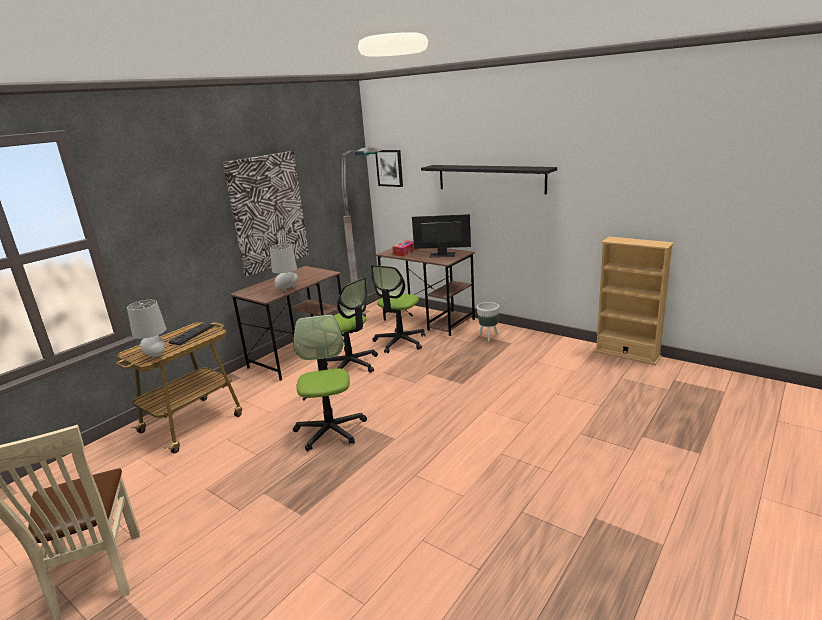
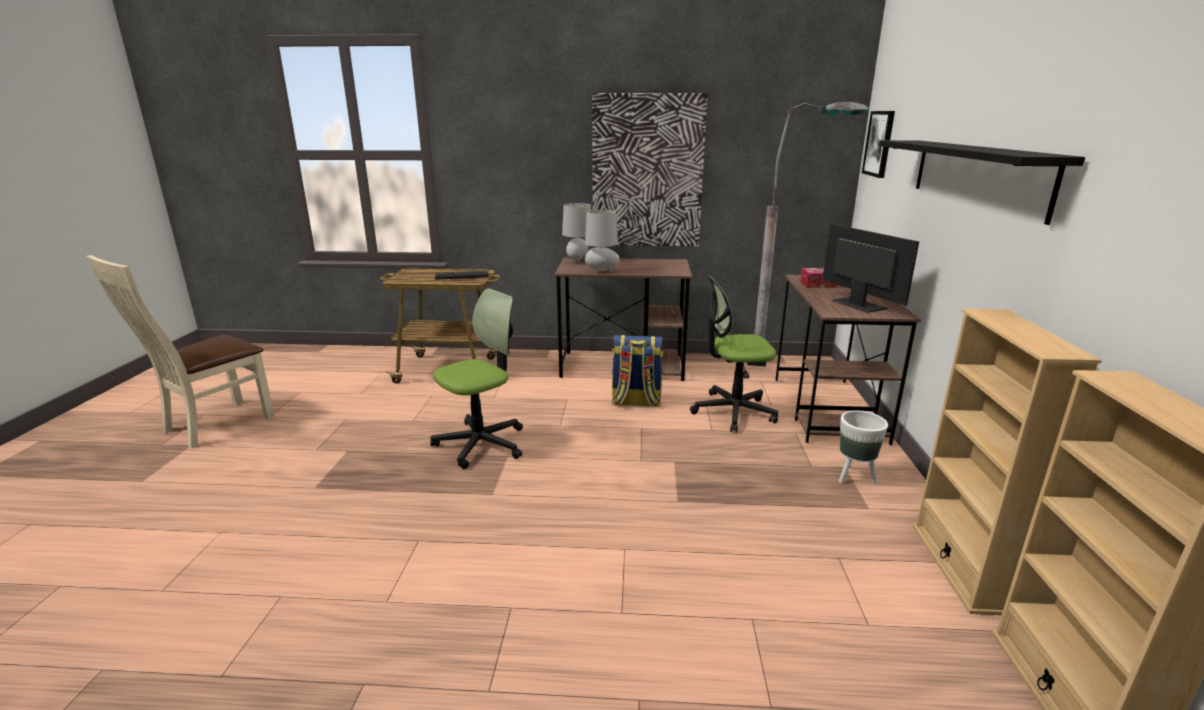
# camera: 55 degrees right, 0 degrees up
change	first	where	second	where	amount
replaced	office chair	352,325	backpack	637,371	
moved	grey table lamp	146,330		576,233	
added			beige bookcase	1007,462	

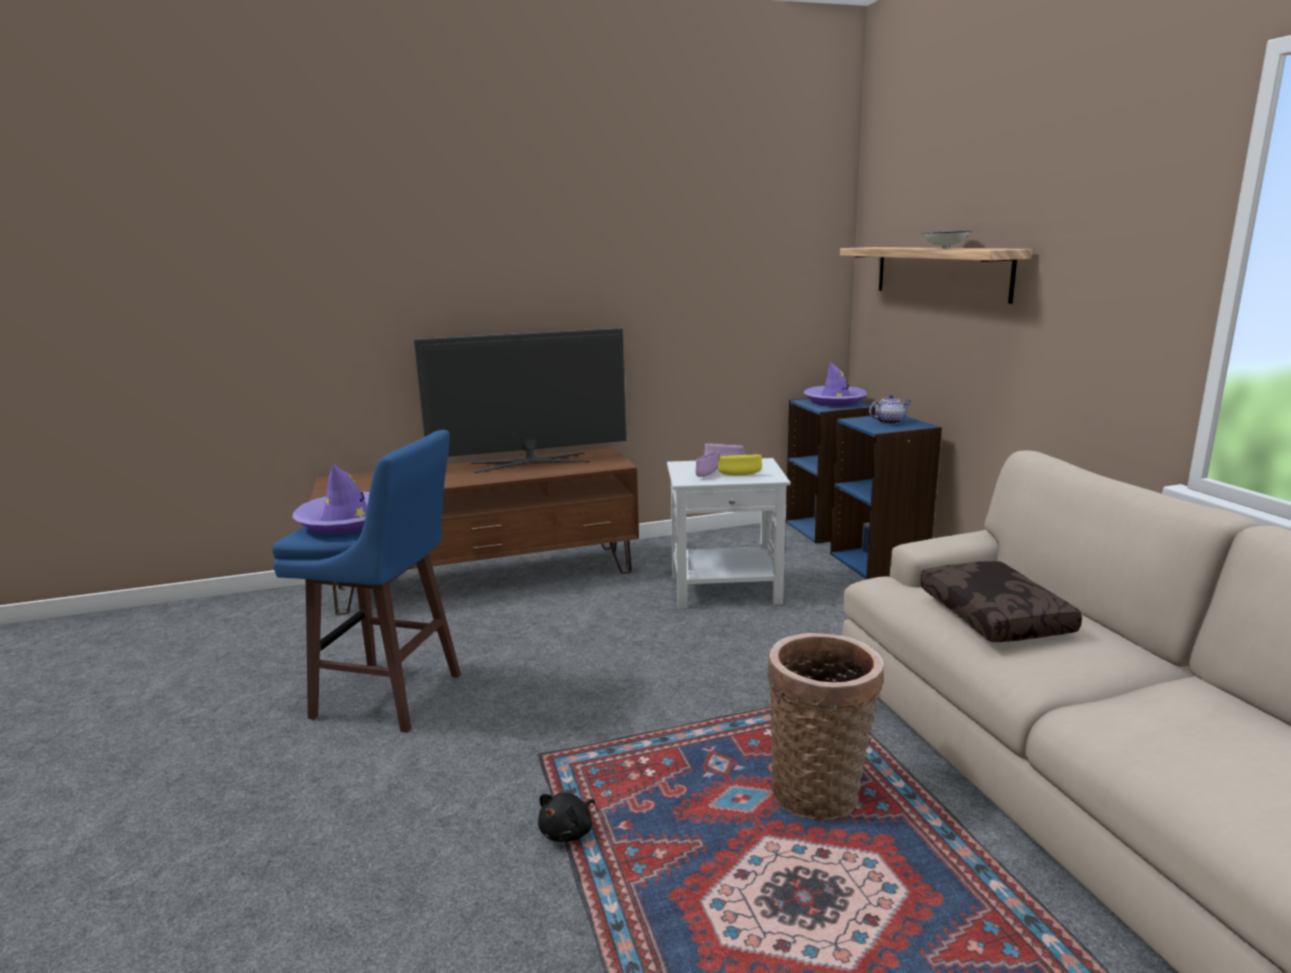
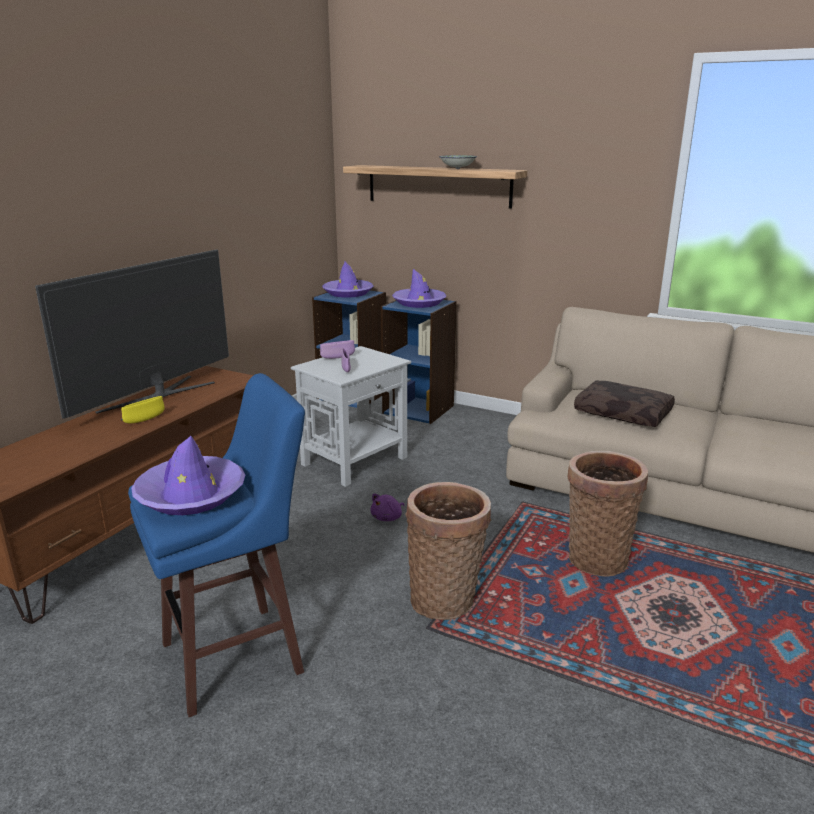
# camera: 45 degrees left, 5 degrees up
change	first	where	second	where	amount
replaced	teapot	890,409	purple hat	419,288	
moved	yellow bowl	740,465		143,410	
removed	black plush toy	566,817			
added			basket	448,551	
added			purple plush toy	387,507	

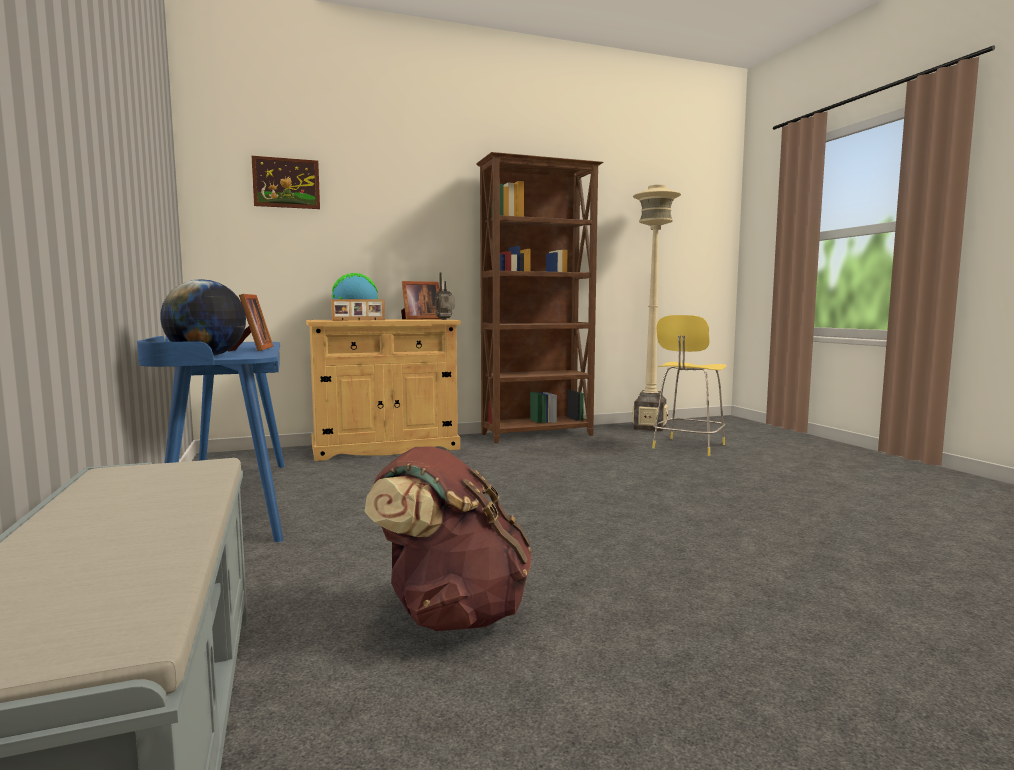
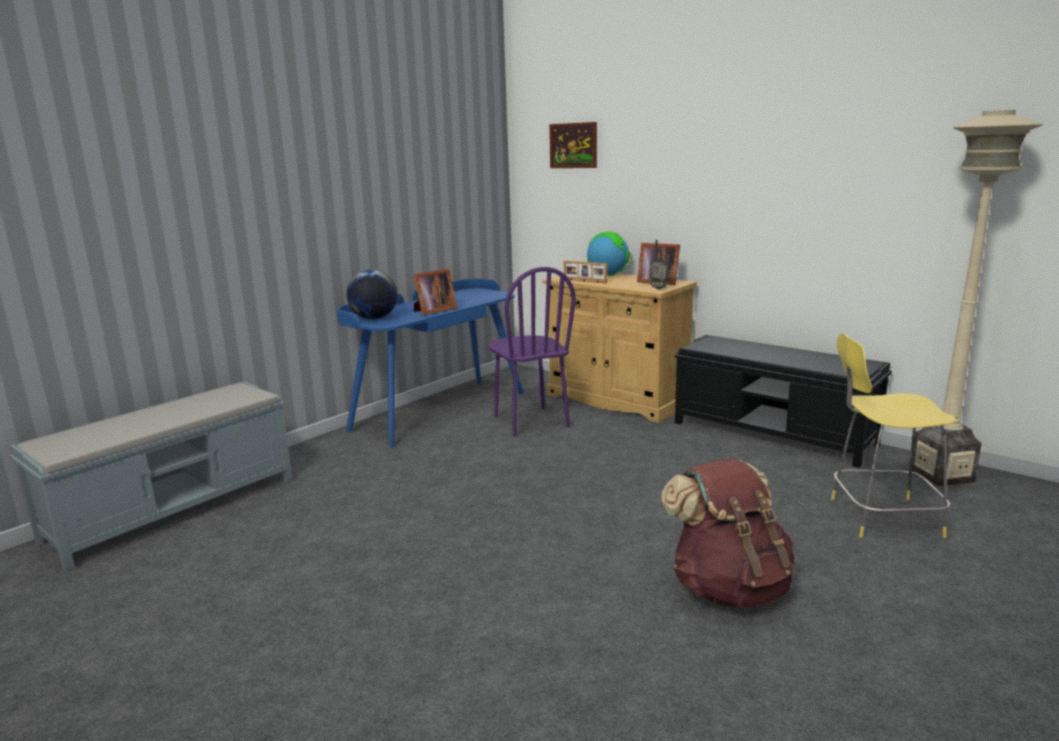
# camera: 60 degrees right, 10 degrees up
change	first	where	second	where	amount
replaced	brown bookcase	539,297	black bench	783,401	
moved	brown backpack	448,538		727,533	
added			purple chair	532,352	

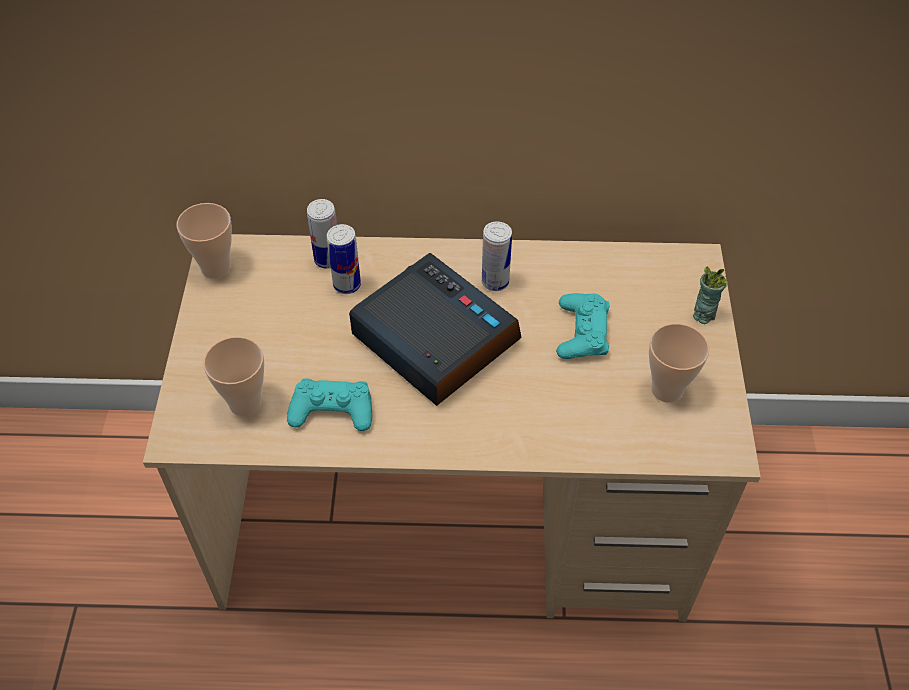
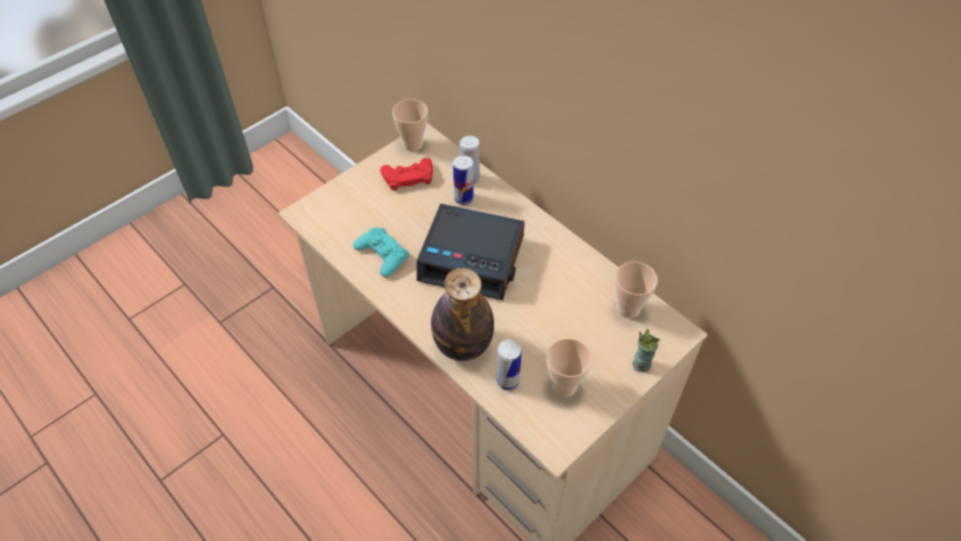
# camera: 45 degrees right, 0 degrees up
change	first	where	second	where	amount
moved	can	497,256		509,364	
turned	alarm clock	435,329		471,252	105 degrees clockwise
removed	turquoise game controller	583,326			
moved	cup	233,376		636,289	
added			red game controller	406,174	
added			bottle	462,314	

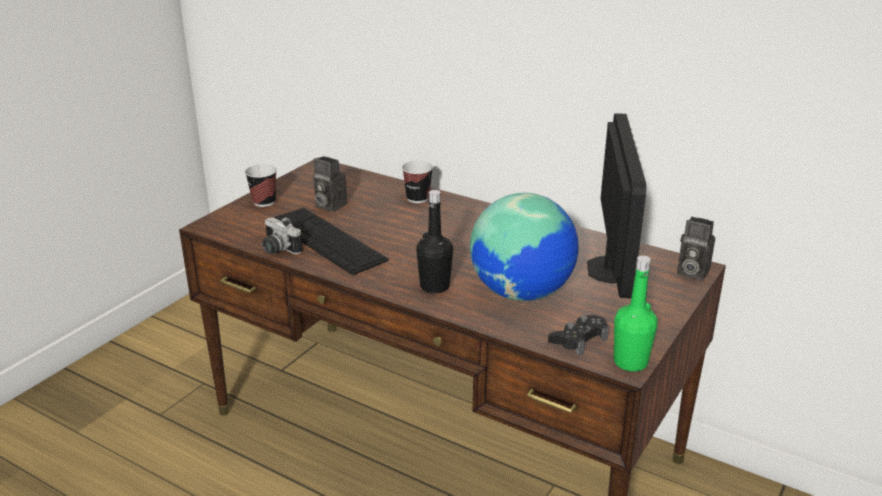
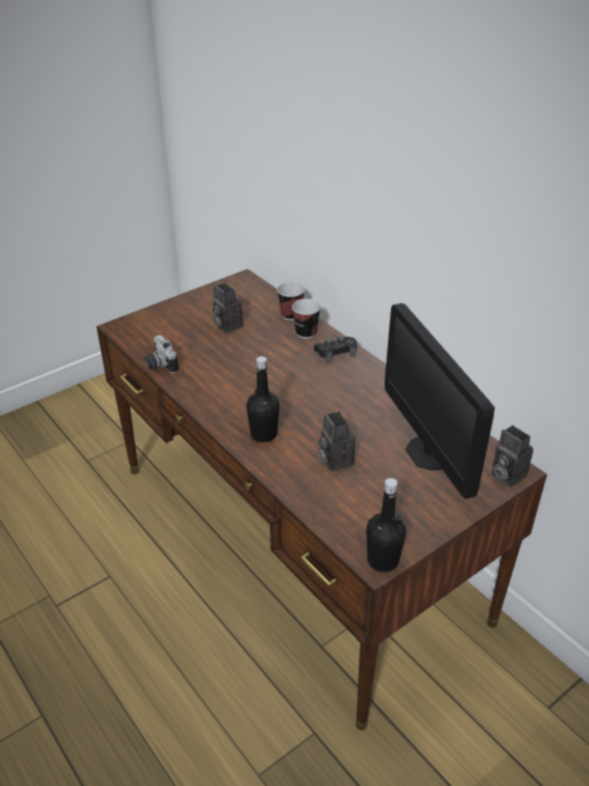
# camera: 20 degrees right, 10 degrees up
change	first	where	second	where	amount
turned	monitor	616,205		440,401	135 degrees clockwise
moved	cup	261,185		291,301	
replaced	globe	524,247	photo camera	336,441	
removed	keyboard	331,241			
recoloured	green bottle	636,313	black bottle	386,525	
moved	black game controller	578,335		335,349	

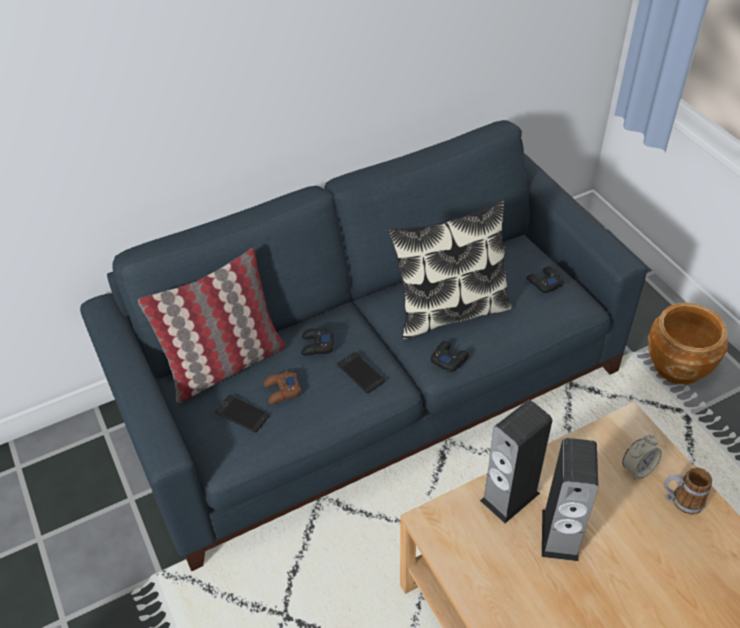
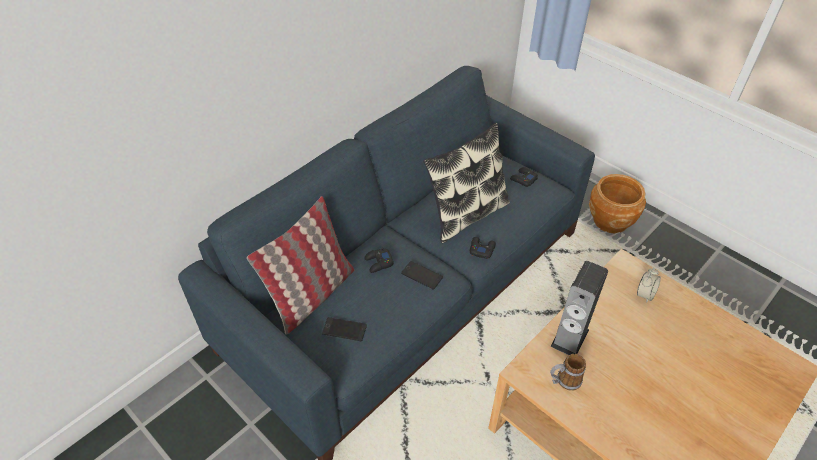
# camera: 20 degrees left, 0 degrees up
change	first	where	second	where	amount
removed	brown game controller	282,387			
removed	speaker	570,499			
moved	mug	688,490		568,372	

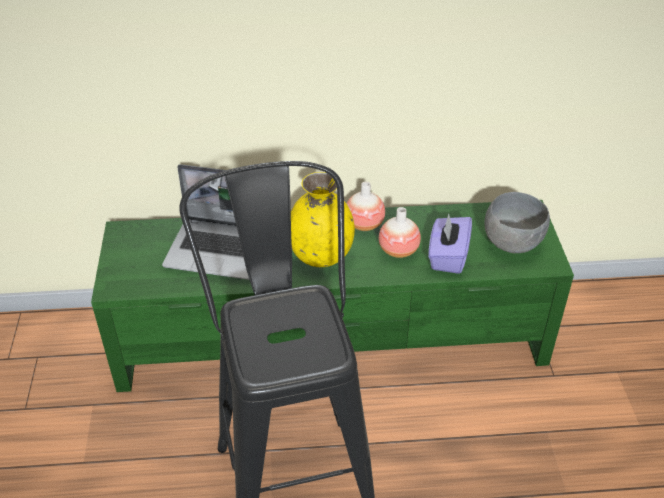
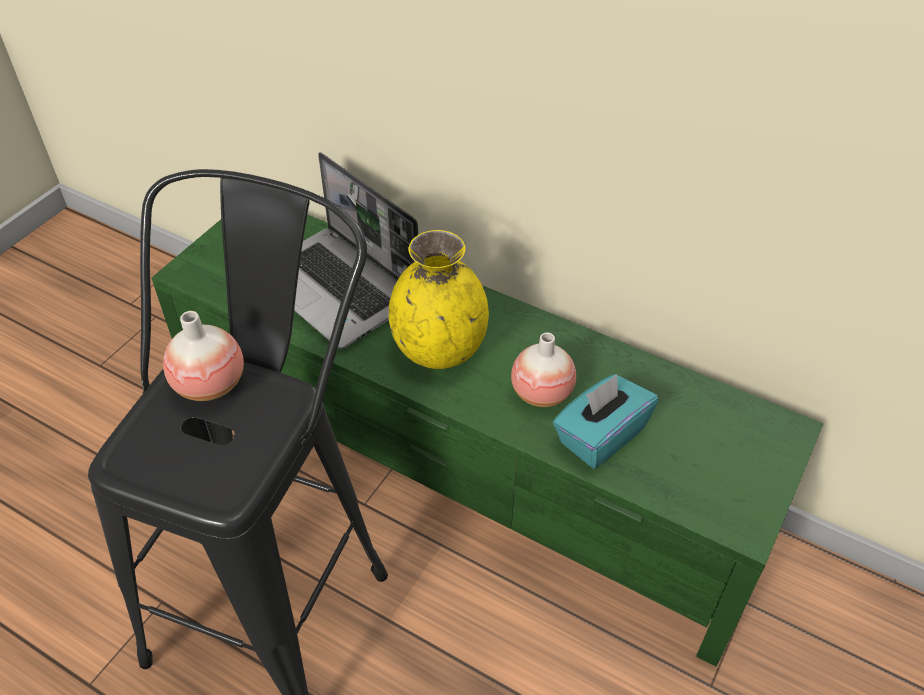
# camera: 35 degrees right, 5 degrees up
change	first	where	second	where	amount
moved	vase	366,206		203,356	
removed	grey bowl	517,222			
recoloured	purple tissue box	450,244	turquoise tissue box	606,421	

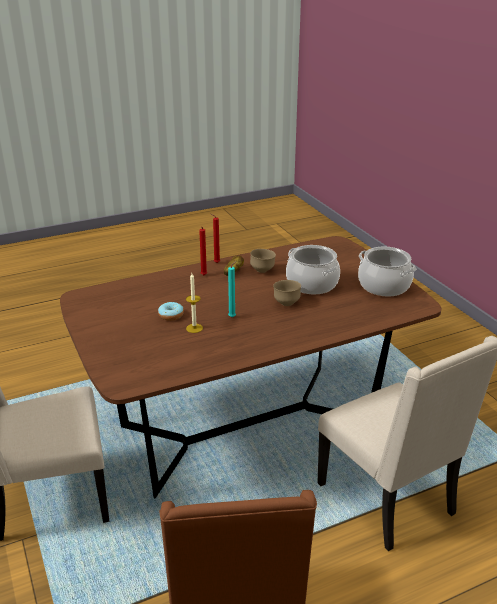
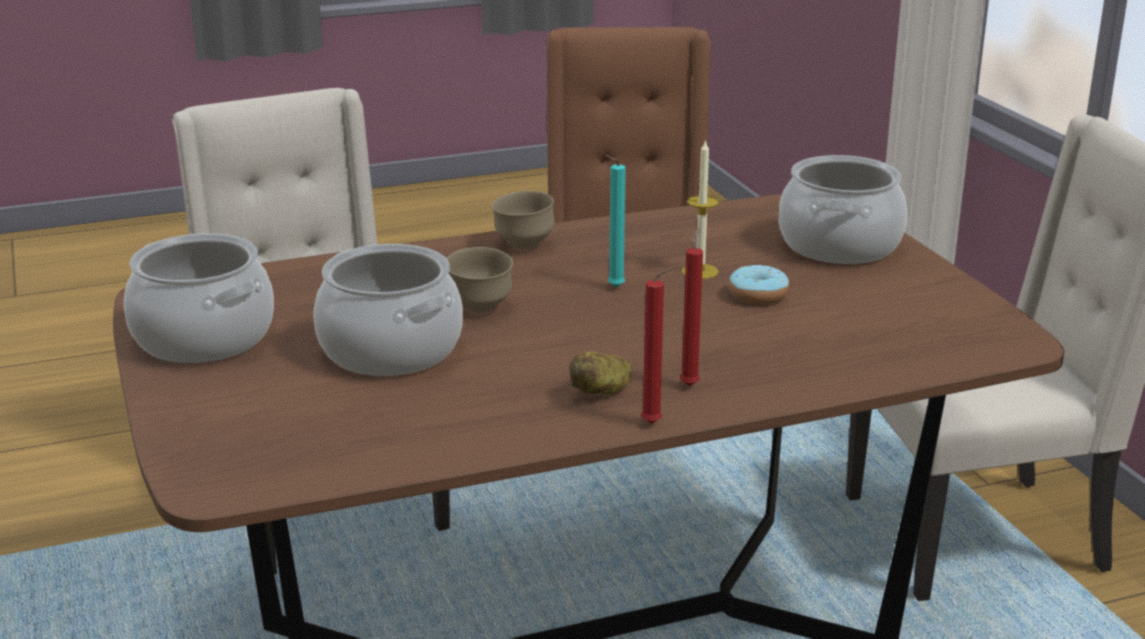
# camera: 175 degrees left, 5 degrees down
change	first	where	second	where	amount
moved	brown bowl	263,261		523,220	
added			cooking pot	843,209	

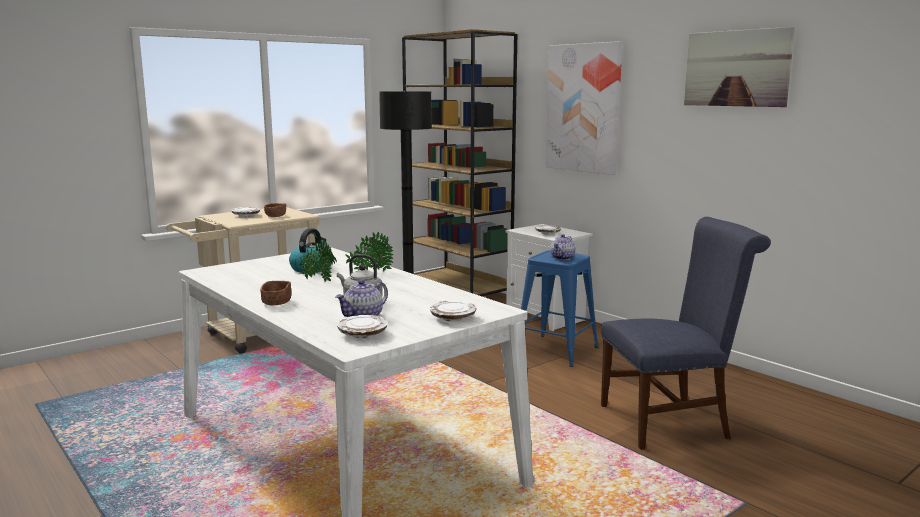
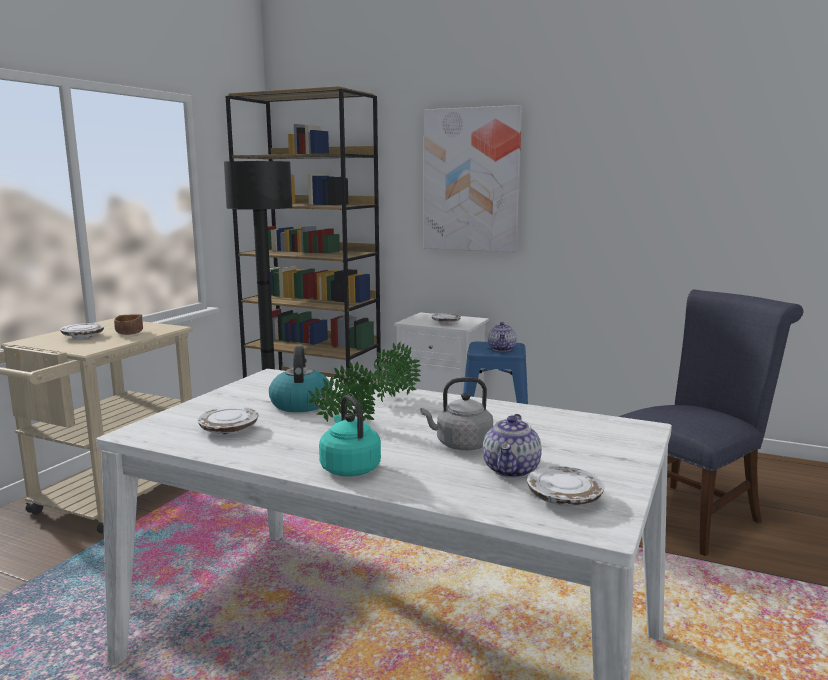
# camera: 25 degrees left, 0 degrees up
change	first	where	second	where	amount
removed	picture	739,67			
replaced	brown bowl	276,293	turquoise kettle	350,435	
moved	white plate	453,311		228,420	

